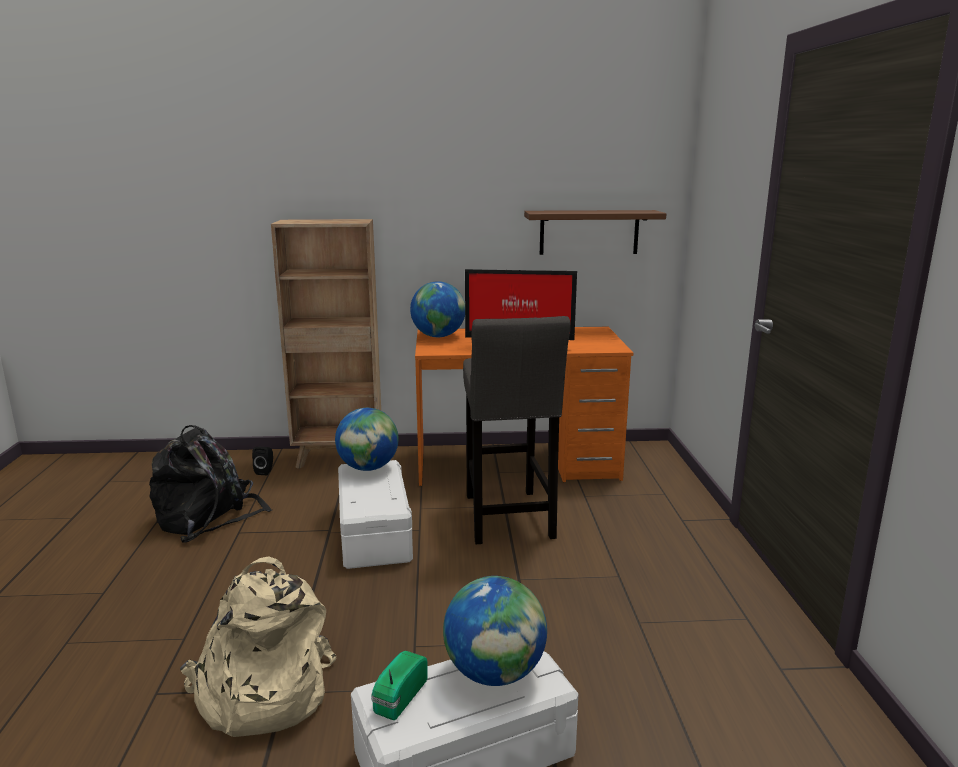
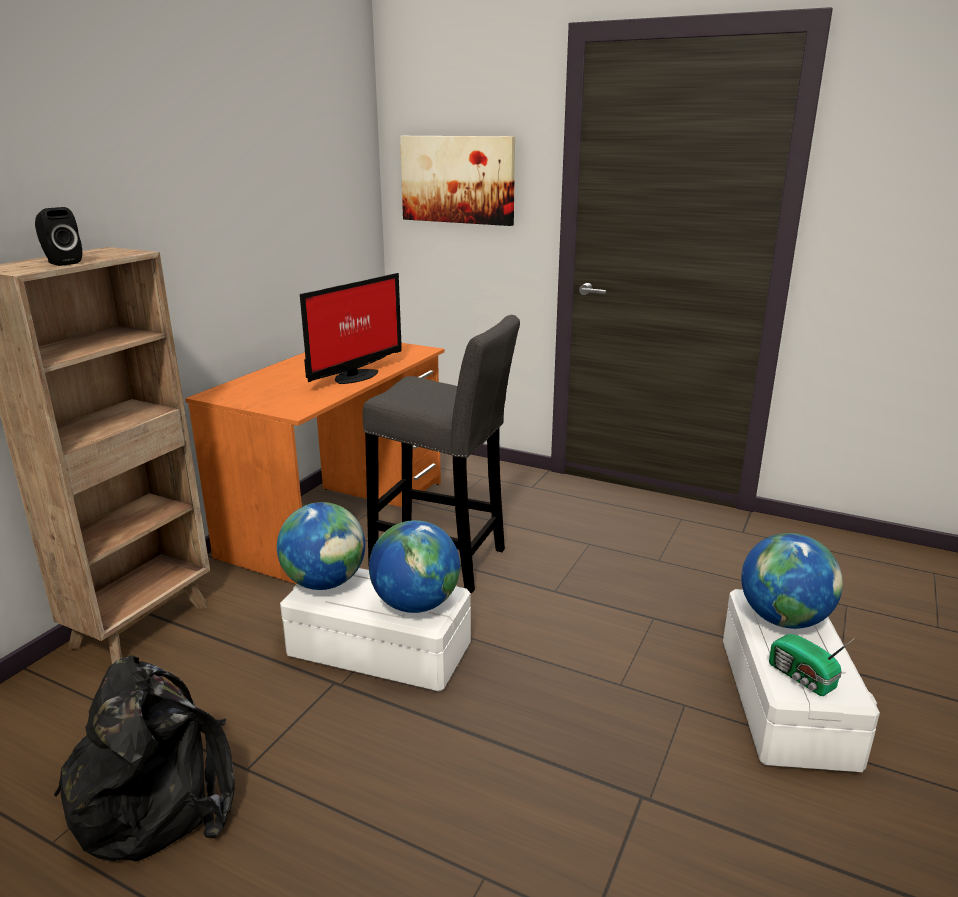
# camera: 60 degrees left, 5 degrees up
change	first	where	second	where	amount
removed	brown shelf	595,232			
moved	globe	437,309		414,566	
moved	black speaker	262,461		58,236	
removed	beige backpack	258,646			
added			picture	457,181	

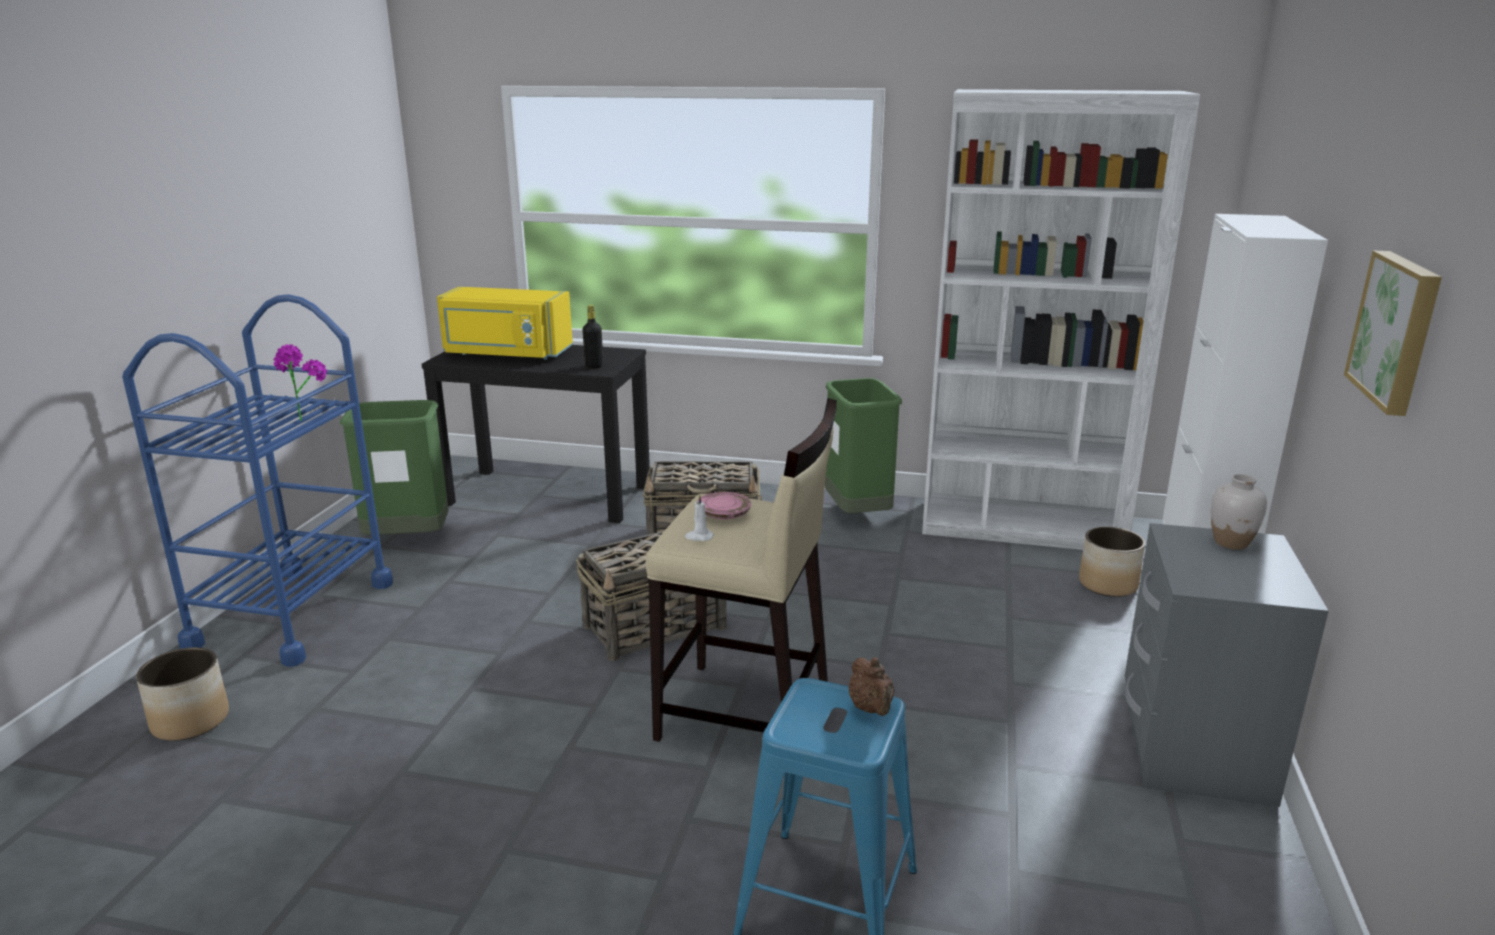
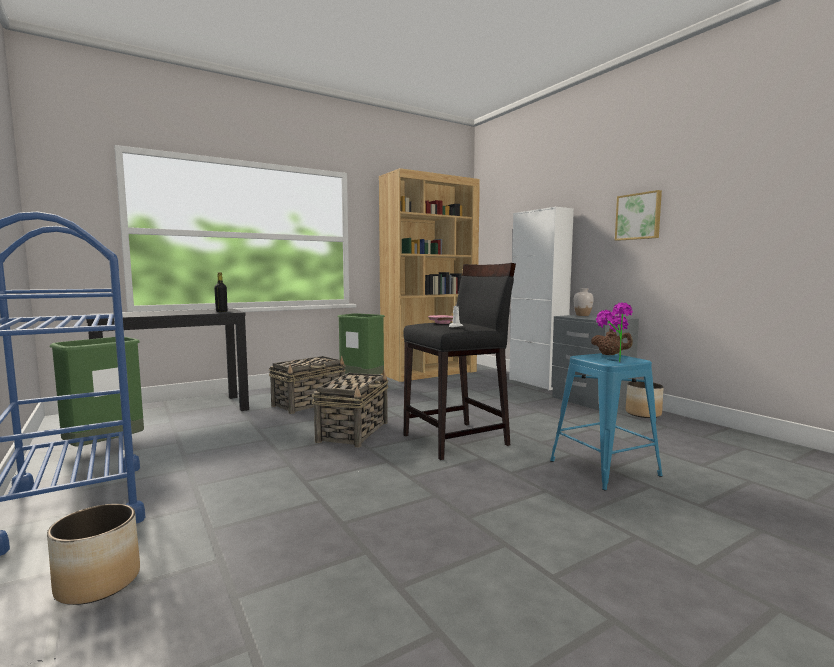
# camera: 45 degrees left, 15 degrees down
change	first	where	second	where	amount
recoloured	white bookcase	1061,319	brown bookcase	429,275	
removed	yellow microwave	505,323			
moved	potted plant	300,382		614,332	
recoloured	beige stool	741,570	black stool	459,361	
moved	planter	1112,562		645,400	

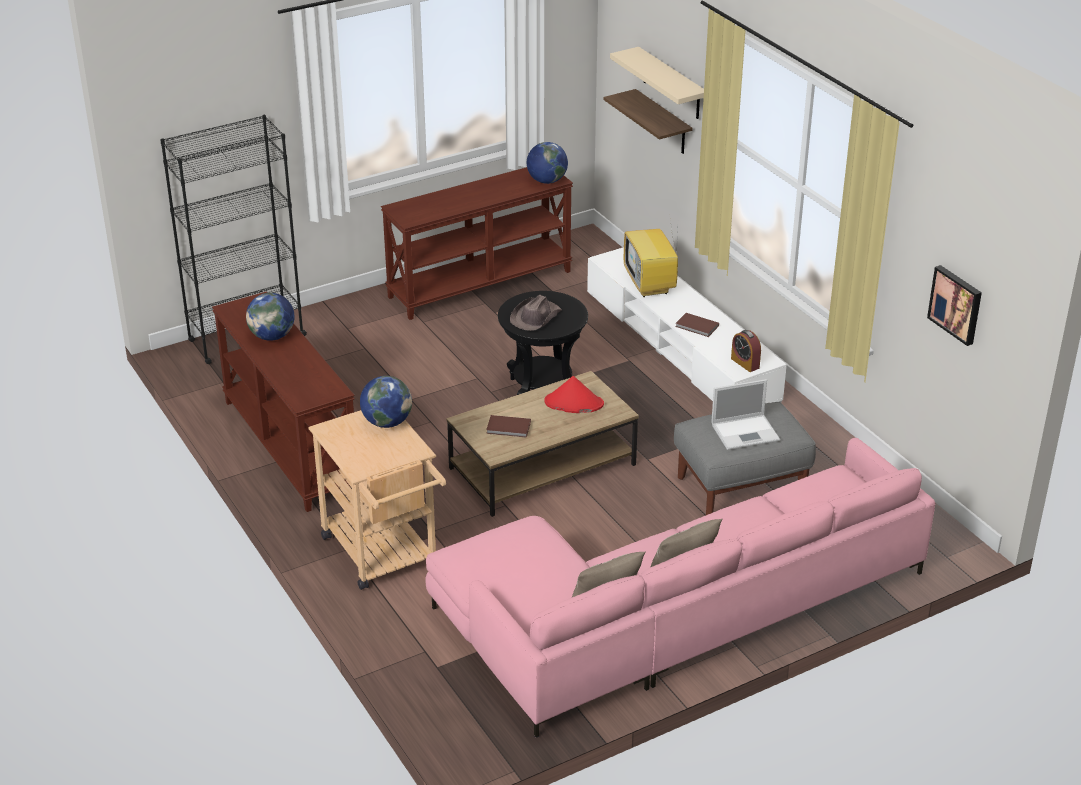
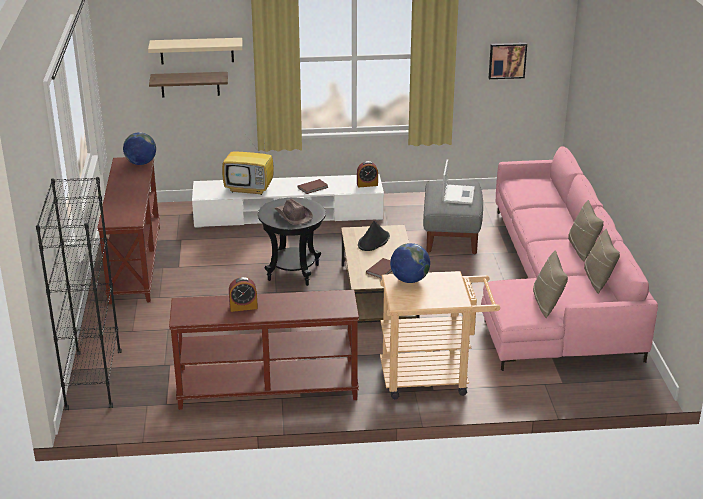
# camera: 65 degrees left, 5 degrees down
change	first	where	second	where	amount
replaced	globe	270,317	alarm clock	243,294	
recoloured	red hat	574,394	black hat	374,236	
added			beige pillow	550,284	

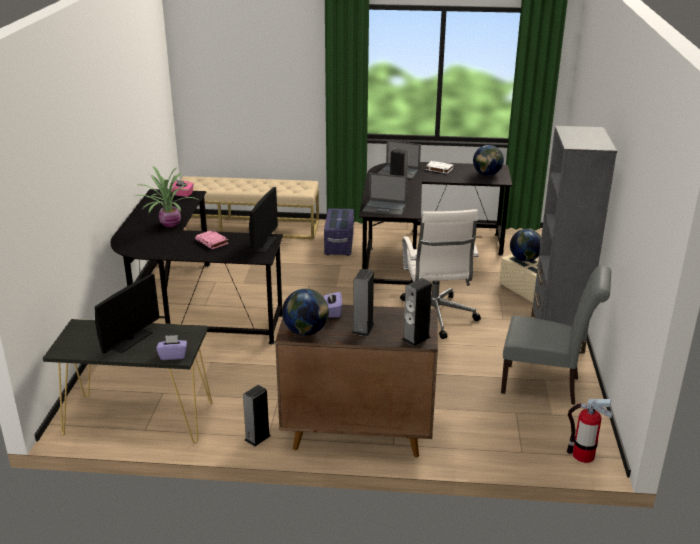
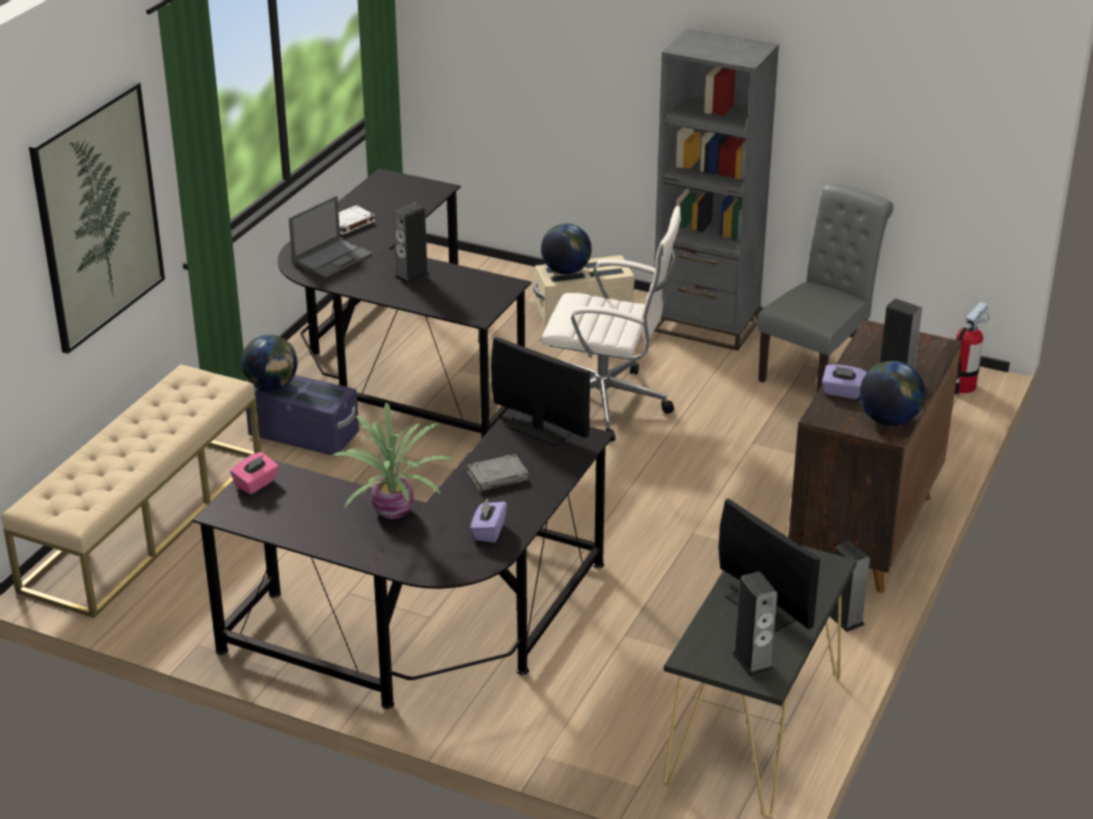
# camera: 70 degrees left, 5 degrees up
change	first	where	second	where	amount
moved	globe	488,160		269,363	
removed	laptop	385,194			
recoloured	pink book	212,239	grey book	498,472	
moved	speaker	417,312		755,624	
moved	purple tissue box	171,347		488,520	
added			picture	97,218	

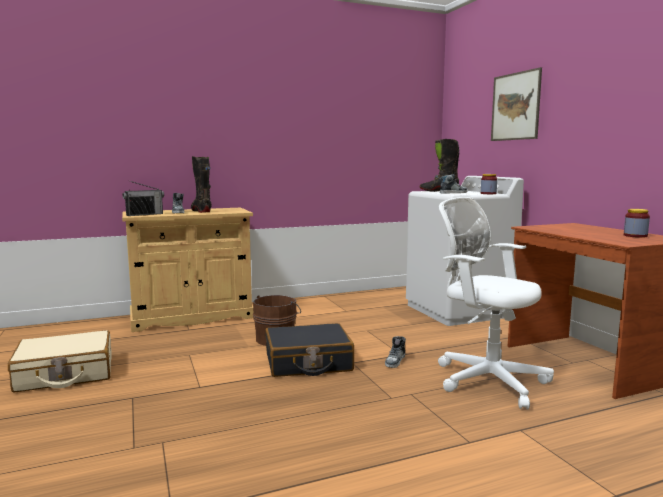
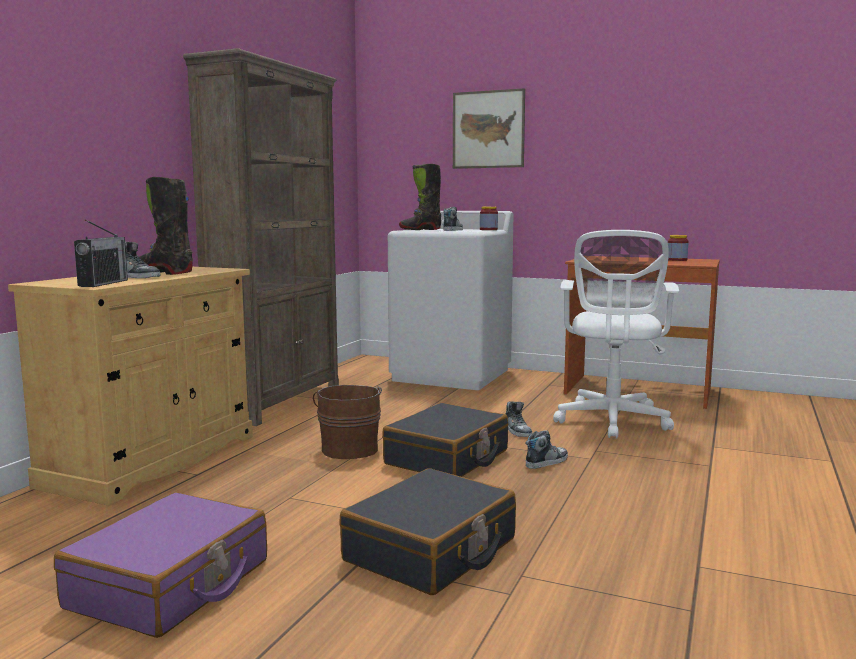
# camera: 45 degrees left, 0 degrees up
change	first	where	second	where	amount
turned	white office chair	496,303		616,334	75 degrees counterclockwise
recoloured	beige suitcase	60,361	purple suitcase	160,565	
added			brown bookcase	261,237	
added			shoe	546,449	
added			black suitcase	427,531	

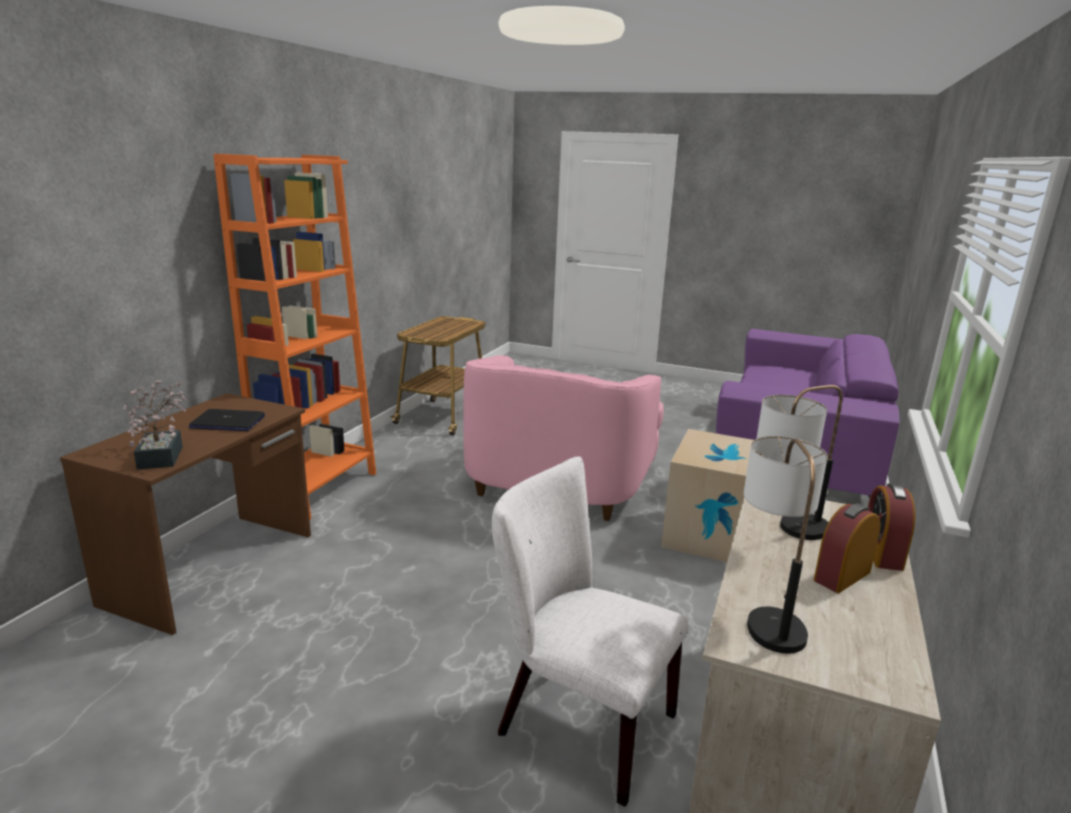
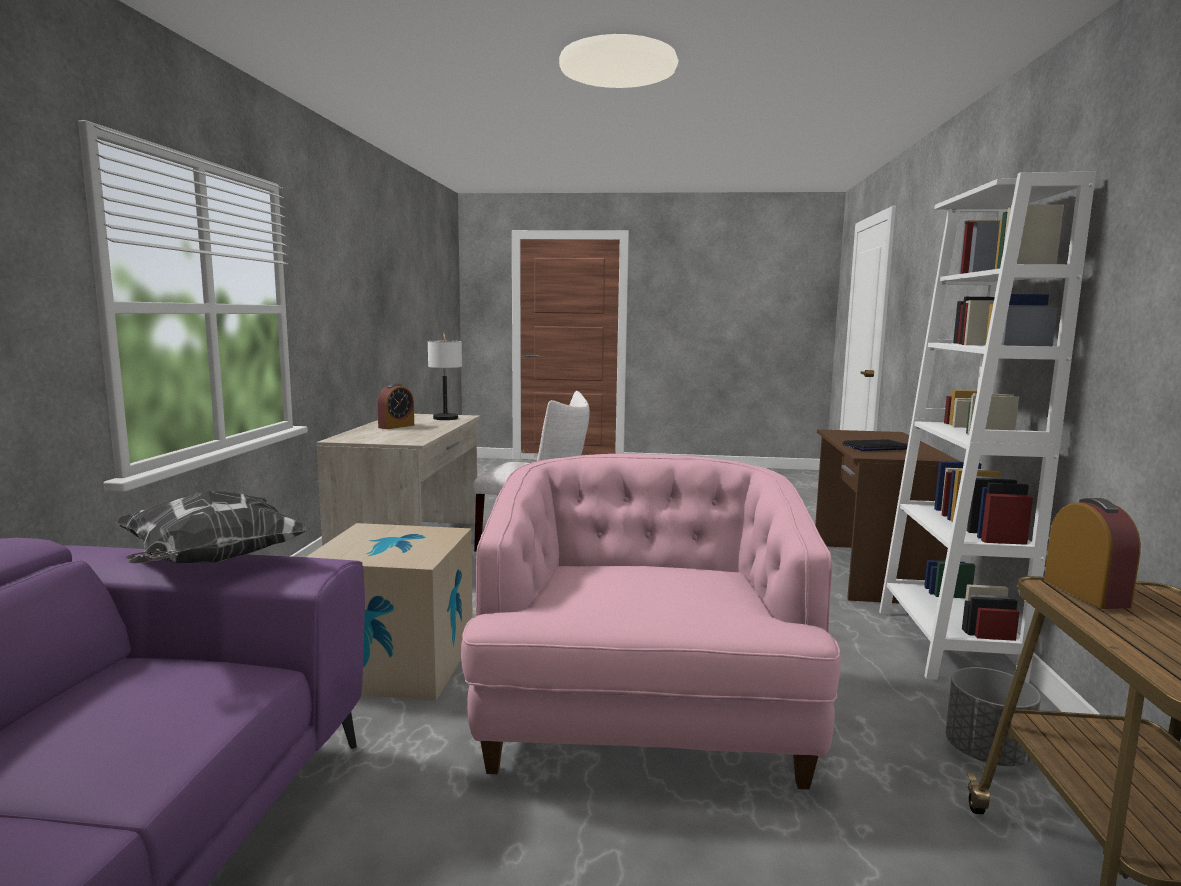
# camera: 165 degrees right, 10 degrees down
change	first	where	second	where	amount
recoloured	orange bookcase	294,336	white bookcase	987,427	
removed	potted plant	154,424			
removed	table lamp	799,462			
moved	alarm clock	892,527		1092,553	
added			pillow	213,527	
added			grey planter	993,716	

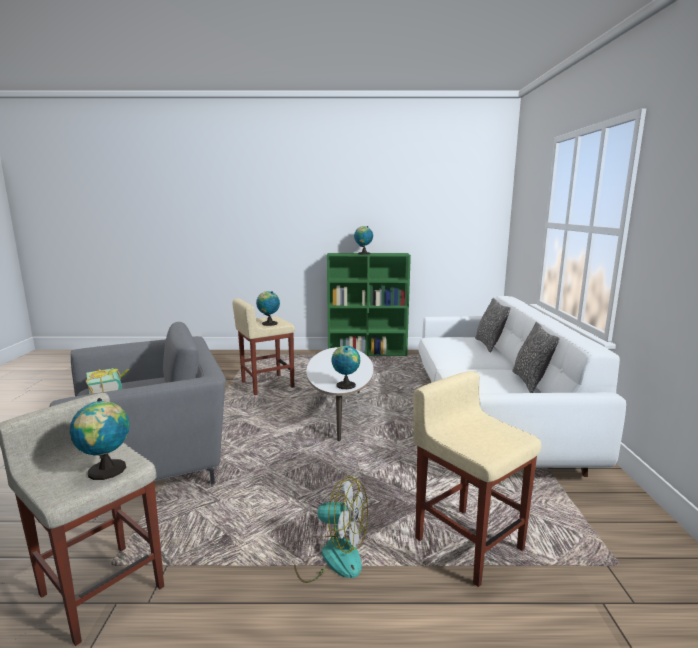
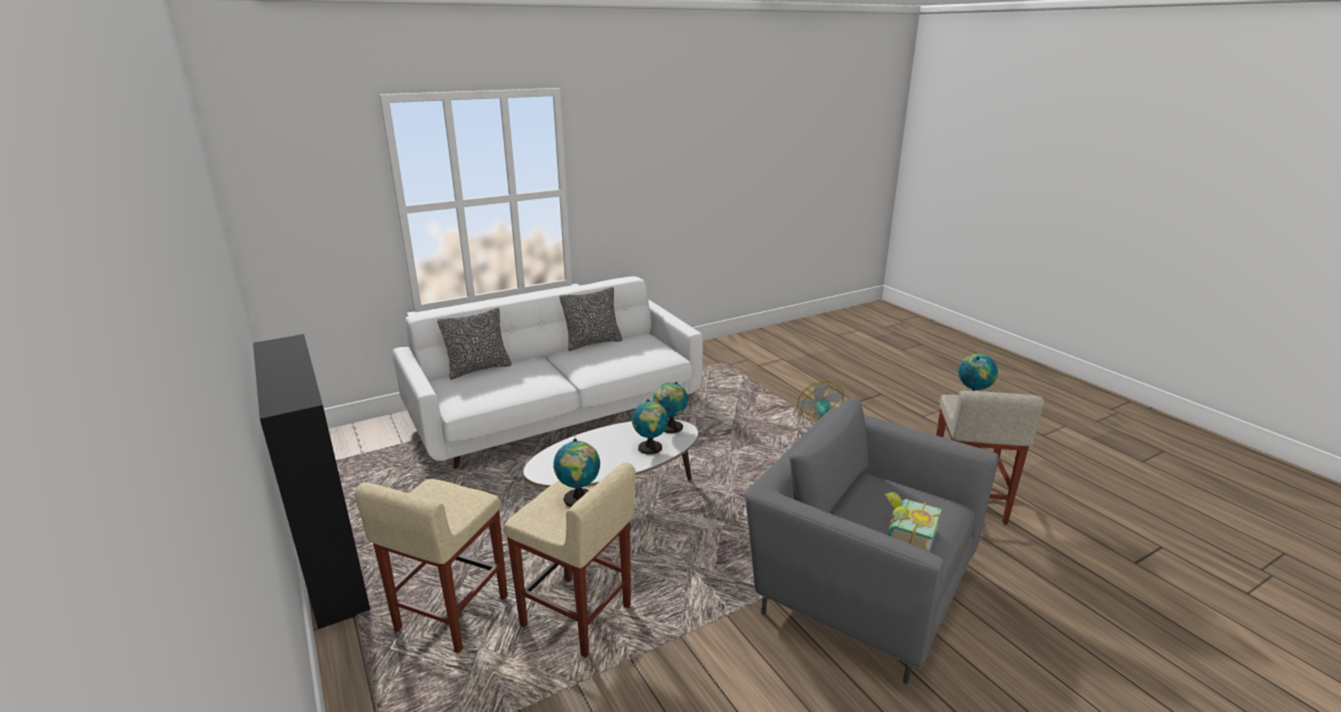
# camera: 120 degrees left, 10 degrees up
change	first	where	second	where	amount
moved	globe	363,240		650,426	
recoloured	green bookcase	369,304	black bookcase	311,481	
moved	beige stool	477,479		431,566	

